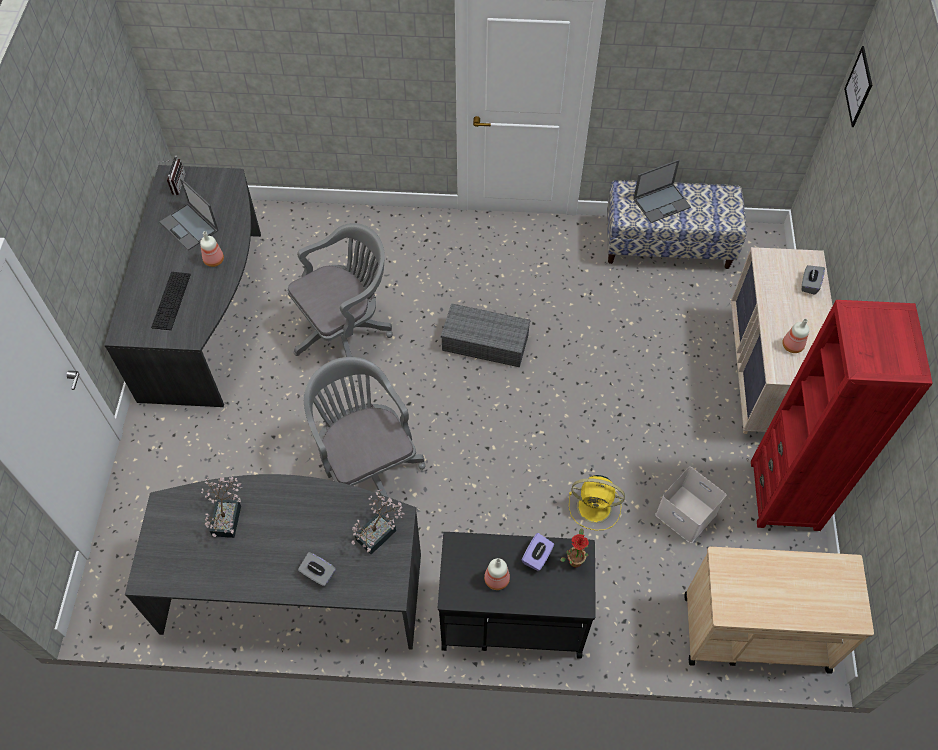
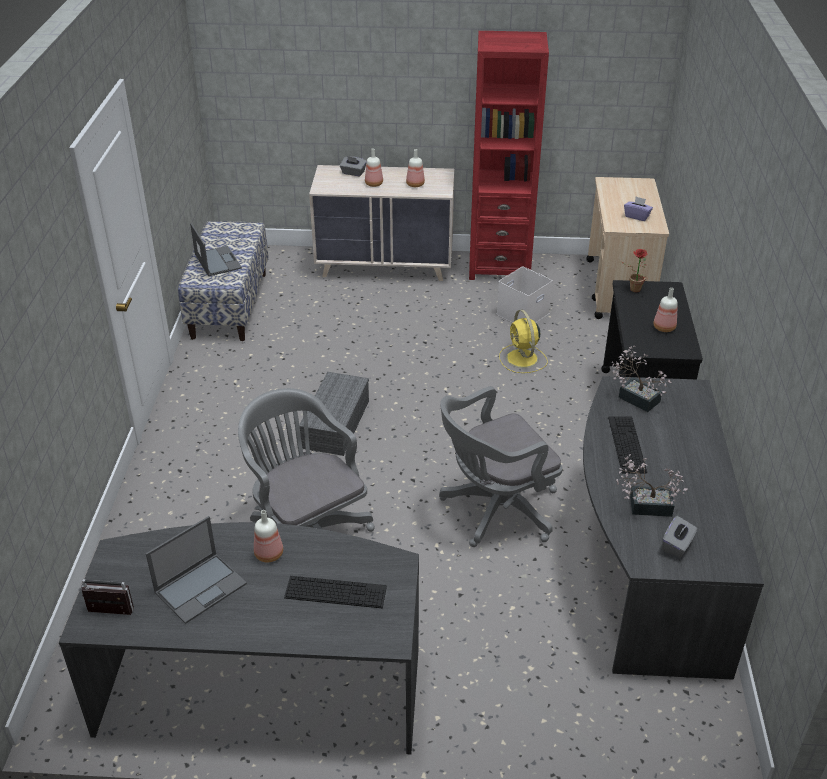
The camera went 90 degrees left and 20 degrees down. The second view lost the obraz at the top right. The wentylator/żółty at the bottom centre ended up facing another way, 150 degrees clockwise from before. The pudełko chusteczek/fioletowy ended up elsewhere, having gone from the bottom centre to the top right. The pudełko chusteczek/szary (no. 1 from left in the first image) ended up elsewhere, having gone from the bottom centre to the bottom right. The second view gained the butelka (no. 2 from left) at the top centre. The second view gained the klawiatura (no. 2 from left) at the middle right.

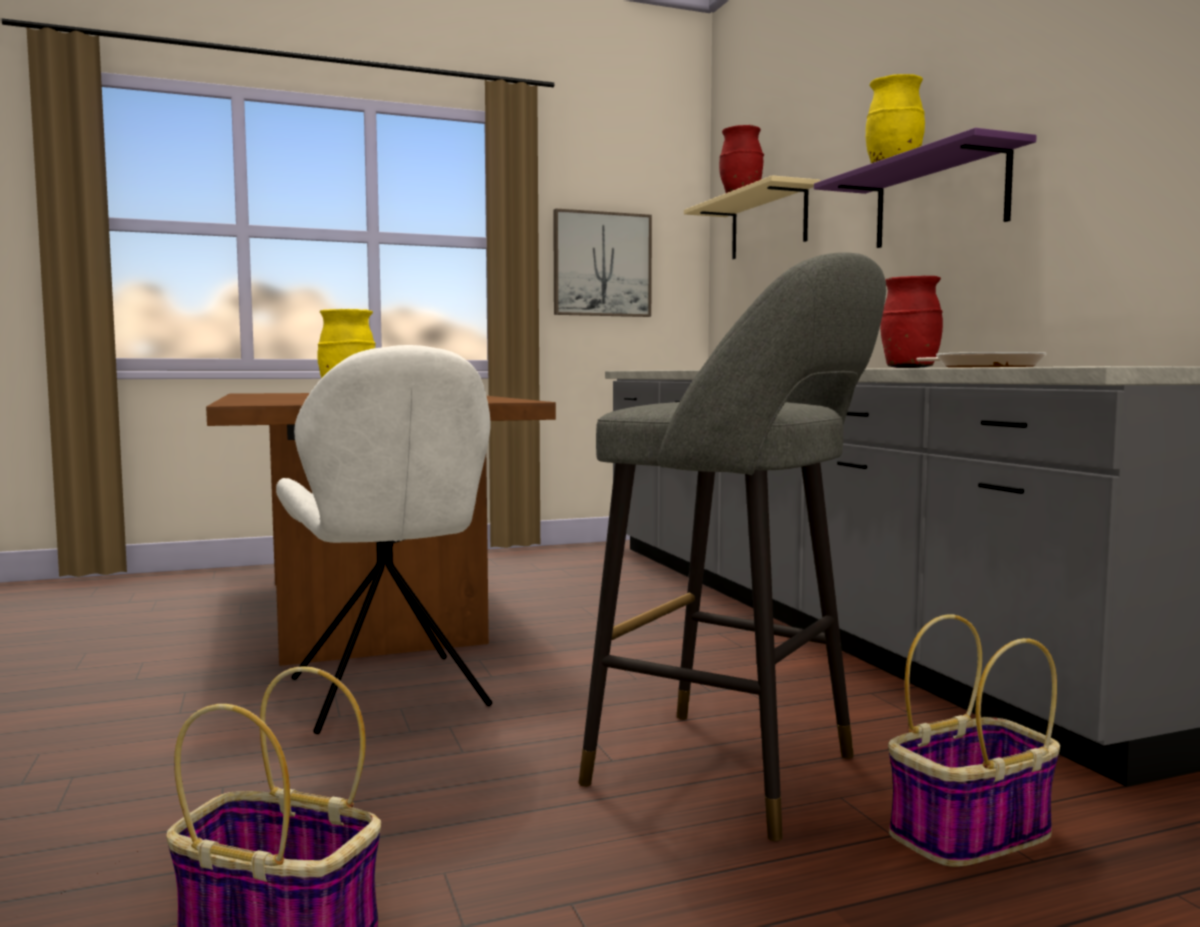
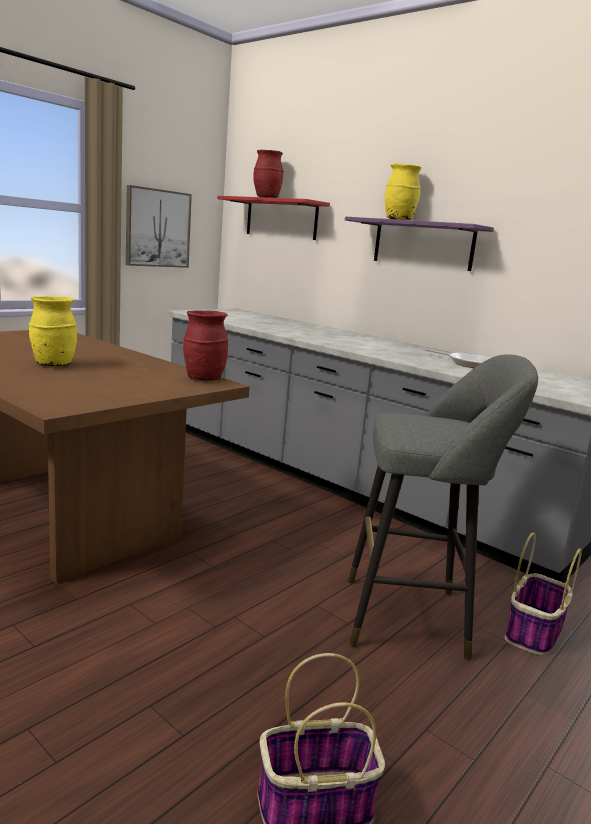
The camera went 30 degrees left and 10 degrees up. What was the półka/beżowy at the top centre turned into the półka/czerwony at the top centre. The wazon/czerwony (no. 2 from left in the first image) ended up elsewhere, having gone from the middle right to the centre. The second view lost the krzesło/biały at the middle left.

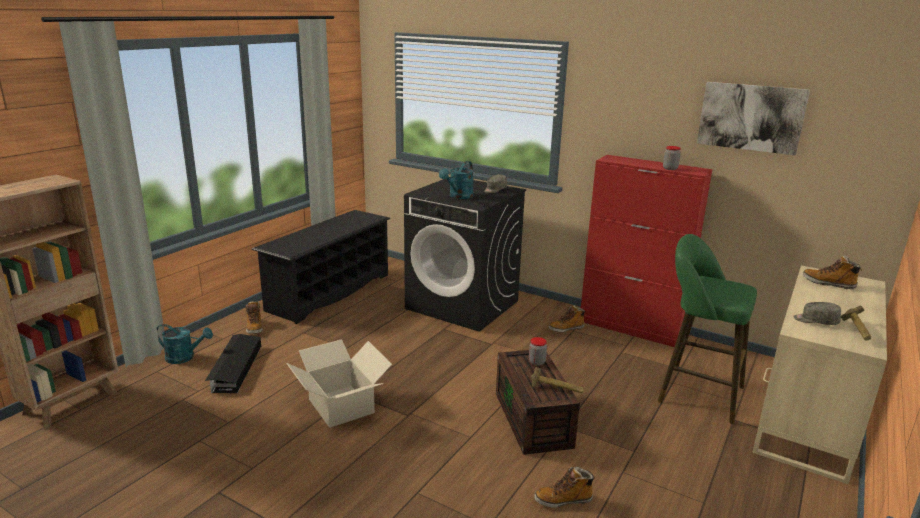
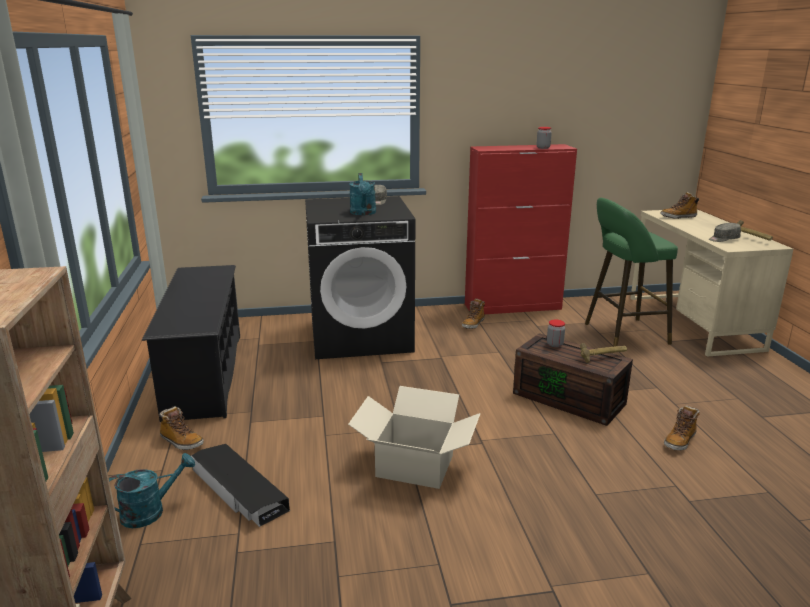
The camera went 40 degrees left and 0 degrees up. The second view lost the obraz at the top right.

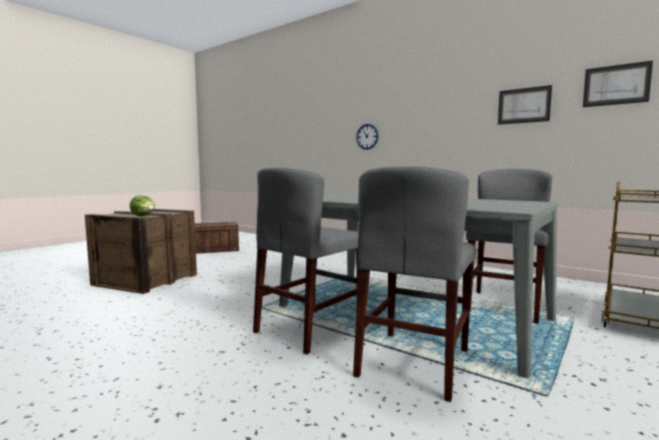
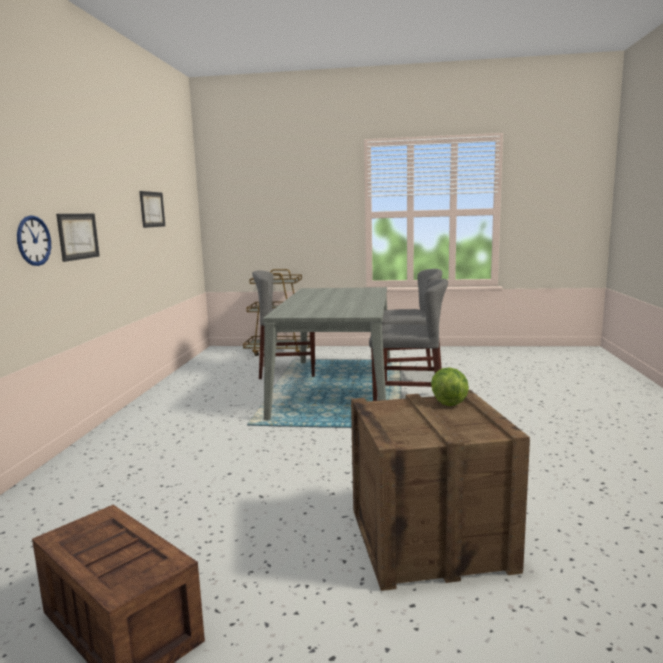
The camera went 120 degrees left and 5 degrees up. The obraz (no. 2 from left in the first image) ended up elsewhere, having gone from the top right to the middle left.

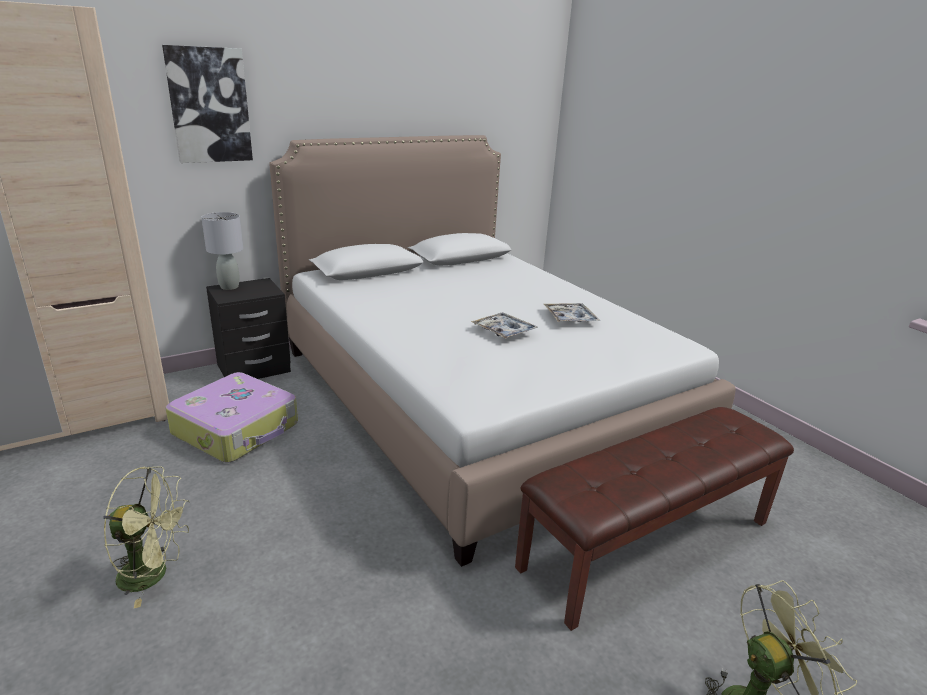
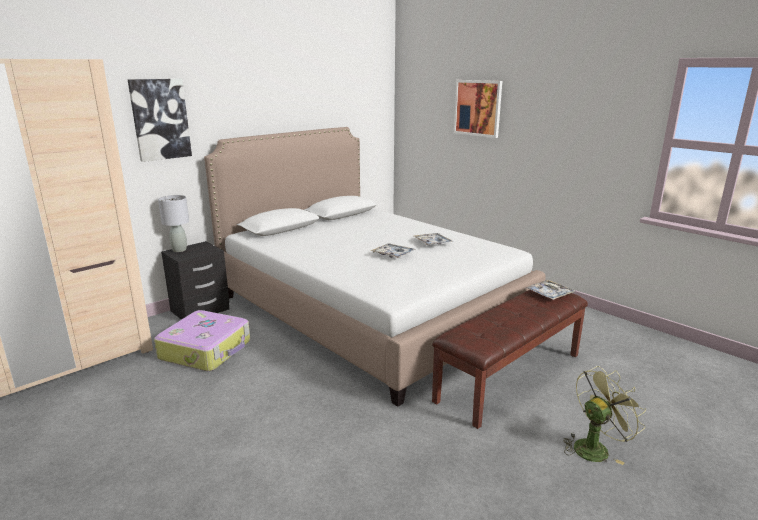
The camera went 10 degrees left and 5 degrees down. The second view lost the wentylator/zielony (no. 1 from left) at the bottom left. The second view gained the obraz (no. 2 from left) at the top centre. The second view gained the taca (no. 3 from left) at the middle right.

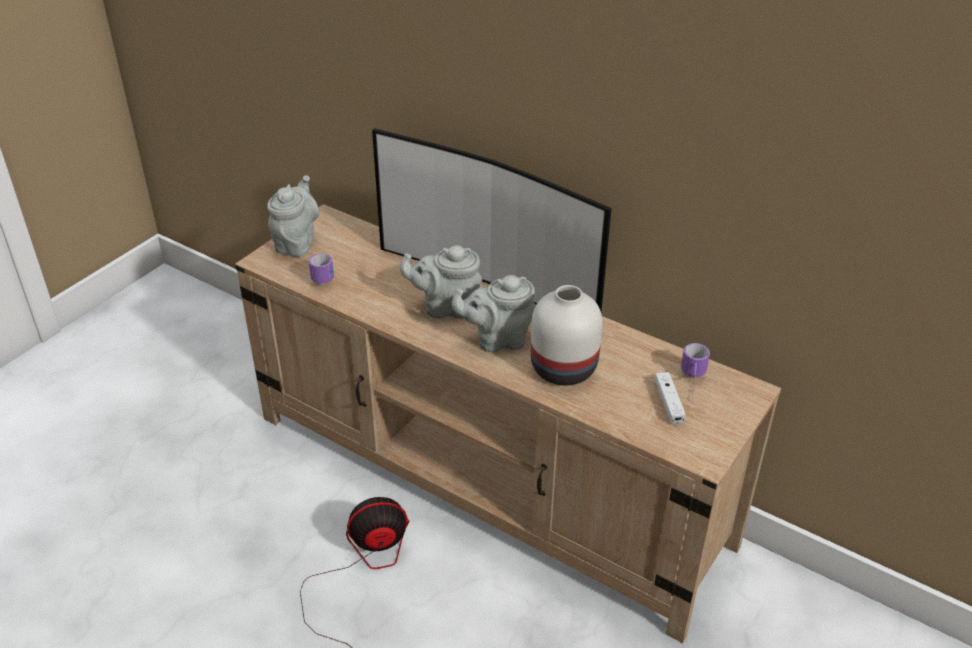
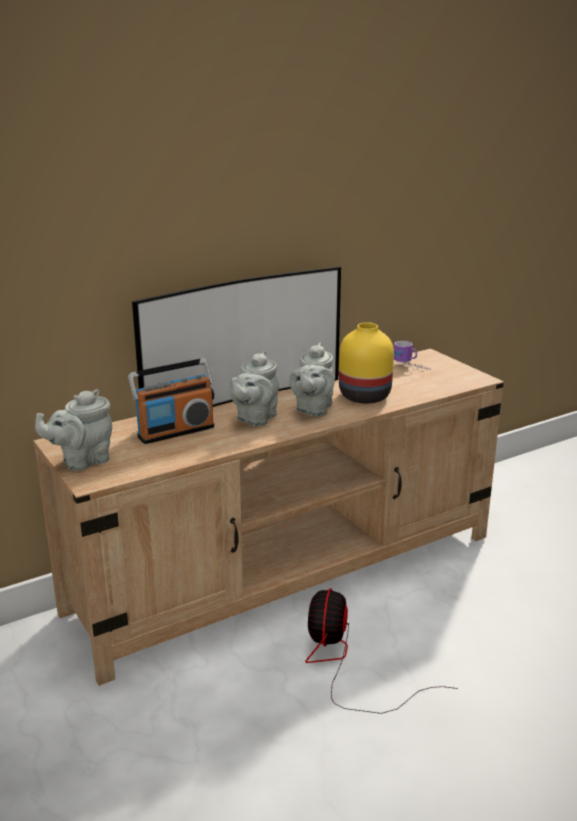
The camera went 65 degrees left and 15 degrees down. The imbryk/szary (no. 1 from left) at the middle left ended up facing another way, 75 degrees counterclockwise from before. The second view lost the kubek (no. 1 from left) at the middle left. What was the wazon/biały at the centre turned into the wazon/żółty at the centre. The second view lost the pad do gier/biały at the middle right. The second view gained the radio at the middle left.

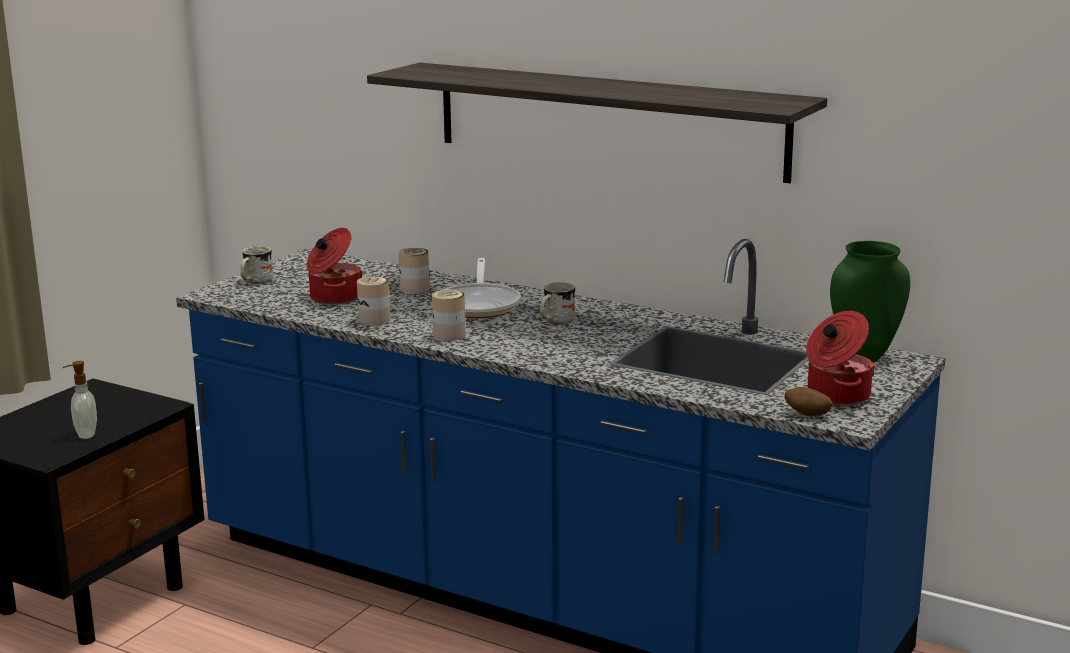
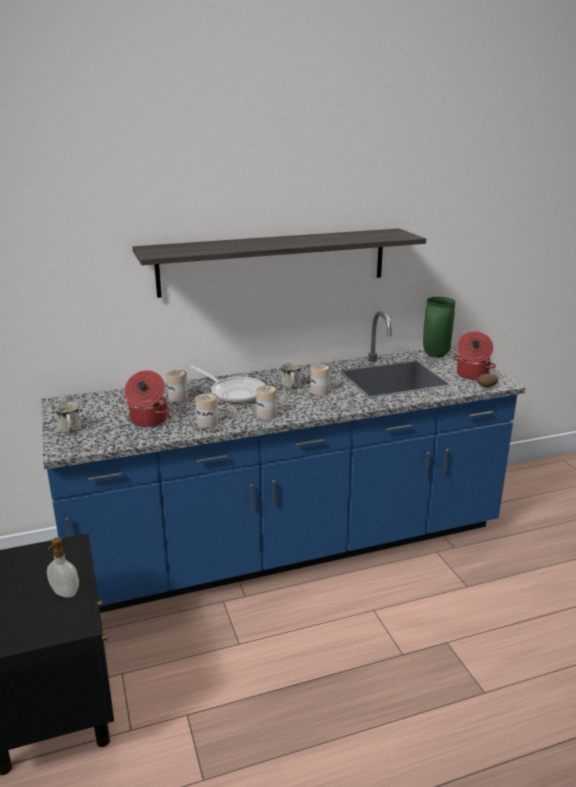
The camera went 50 degrees left and 5 degrees up. The second view gained the puszka (no. 4 from left) at the centre.

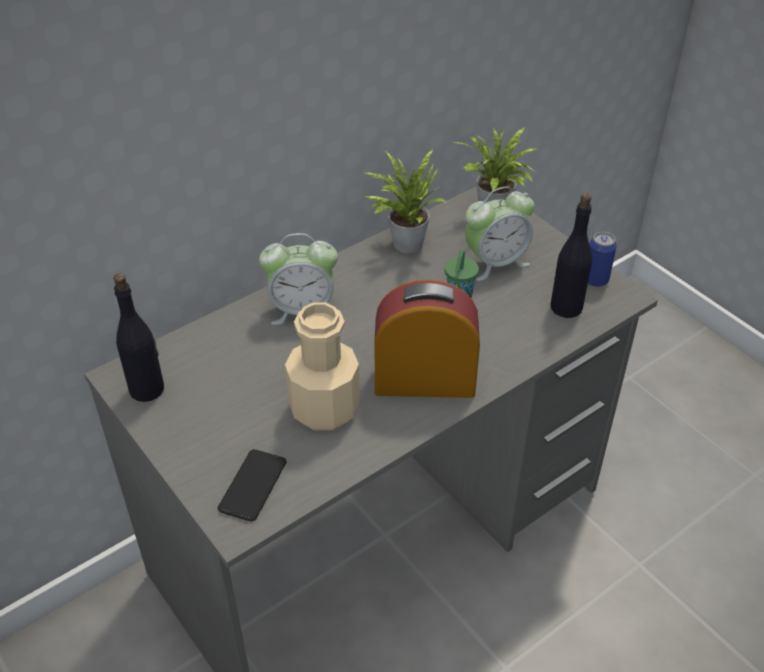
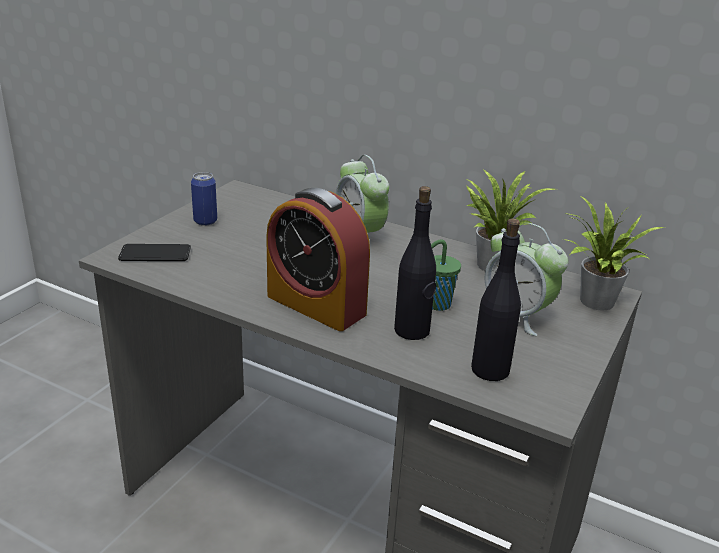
The camera went 65 degrees right and 15 degrees down. The puszka ended up elsewhere, having gone from the middle right to the middle left. The butelka/czarny (no. 1 from left) ended up elsewhere, having gone from the middle left to the centre. The budzik (no. 2 from left in the first image) at the centre ended up facing another way, 150 degrees clockwise from before. The second view lost the butelka/beżowy at the centre.

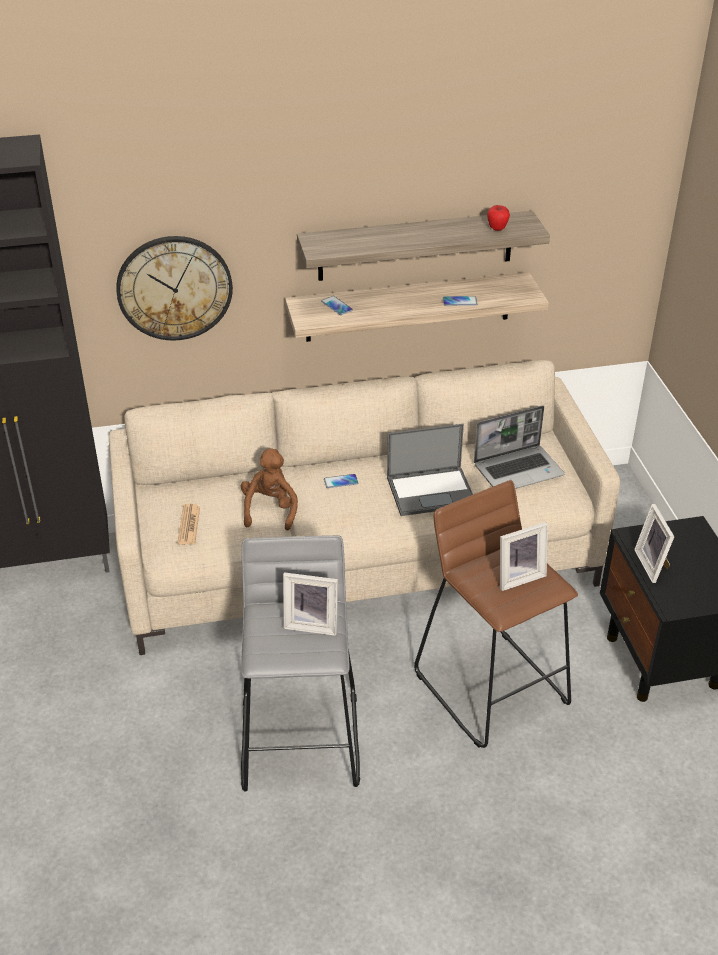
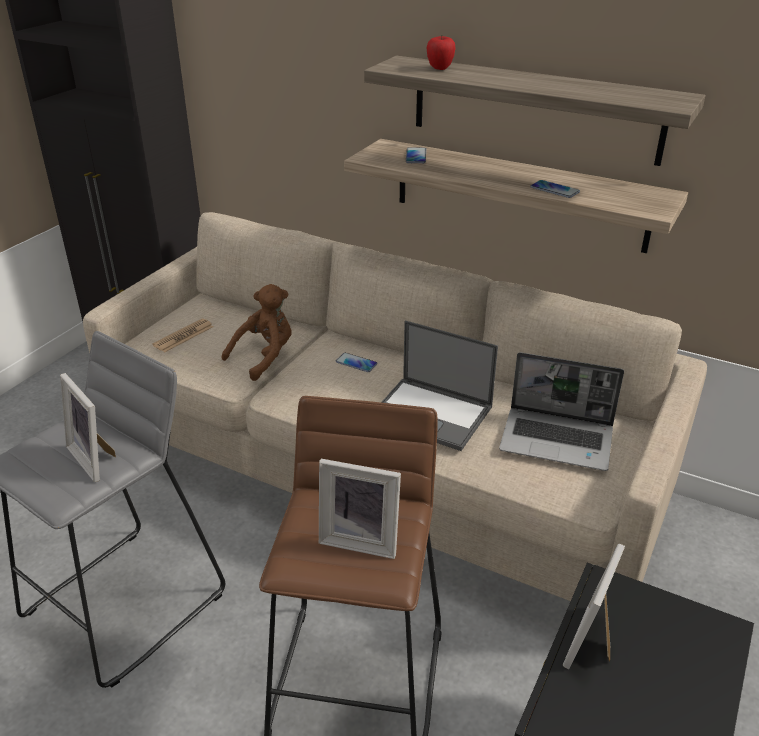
The camera went 40 degrees right and 5 degrees down. The jabłko ended up elsewhere, having gone from the top right to the top centre. The second view lost the zegar ścienny at the top left.

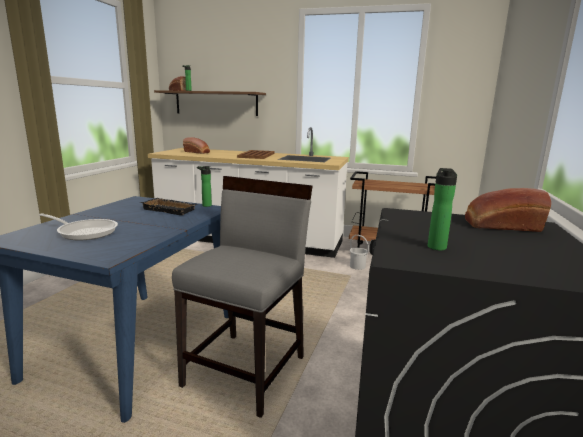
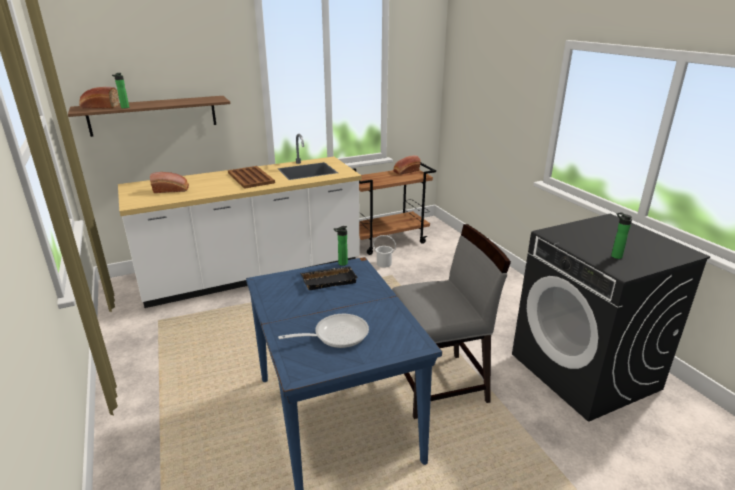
The camera went 40 degrees left and 10 degrees up. The krzesło/szary at the bottom centre ended up facing another way, 90 degrees clockwise from before. The chleb (no. 3 from left) ended up elsewhere, having gone from the middle right to the centre.

